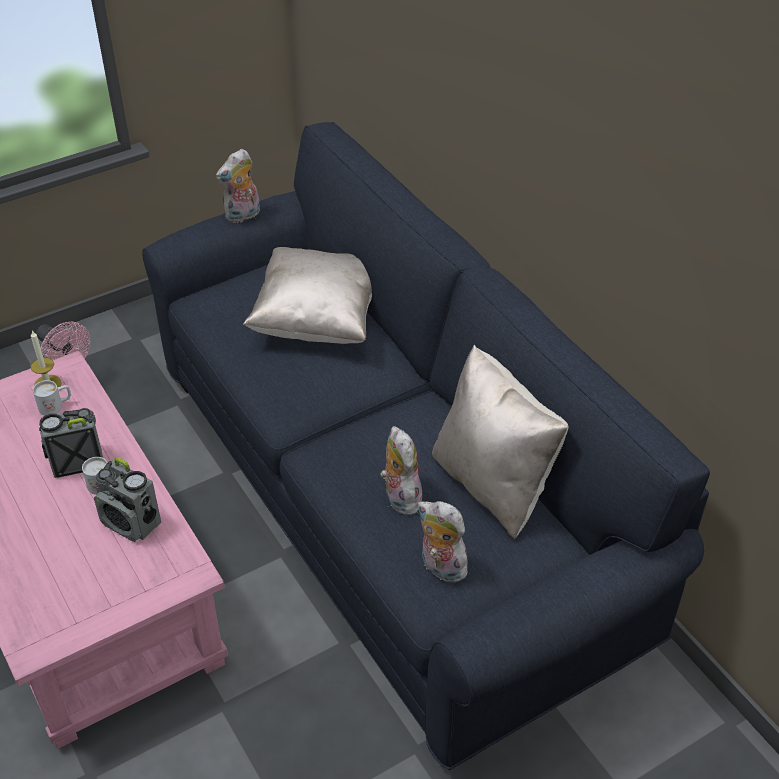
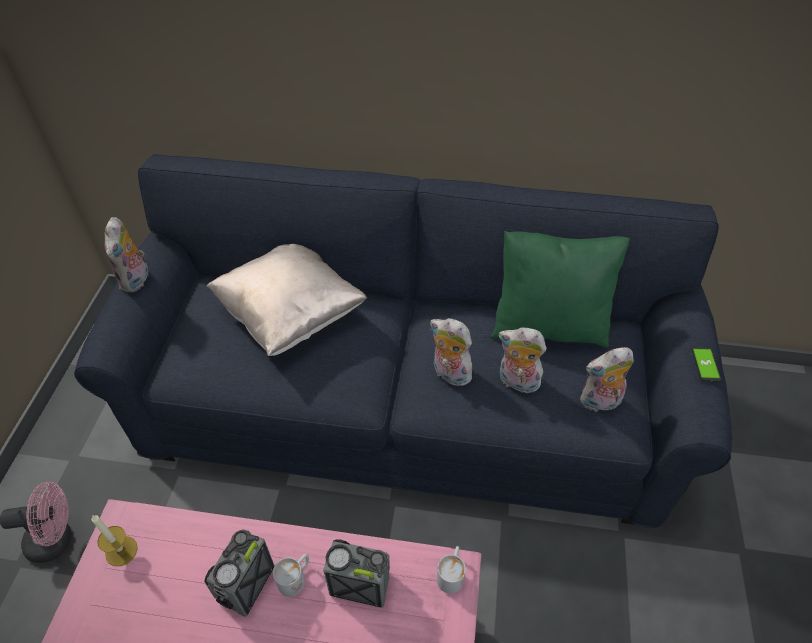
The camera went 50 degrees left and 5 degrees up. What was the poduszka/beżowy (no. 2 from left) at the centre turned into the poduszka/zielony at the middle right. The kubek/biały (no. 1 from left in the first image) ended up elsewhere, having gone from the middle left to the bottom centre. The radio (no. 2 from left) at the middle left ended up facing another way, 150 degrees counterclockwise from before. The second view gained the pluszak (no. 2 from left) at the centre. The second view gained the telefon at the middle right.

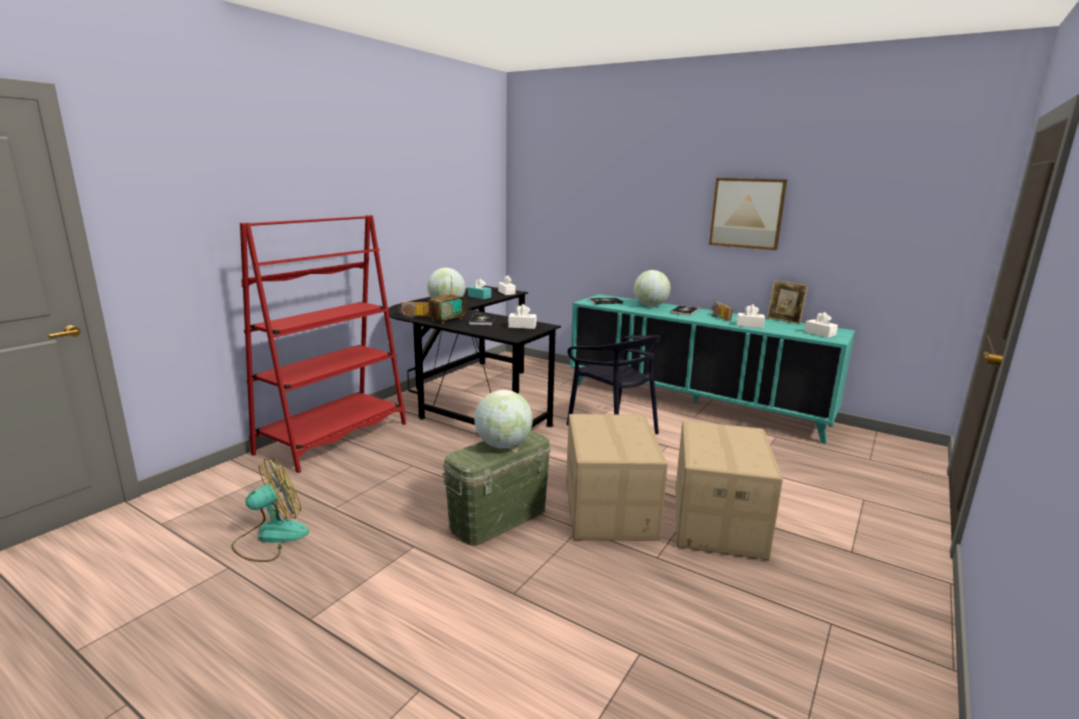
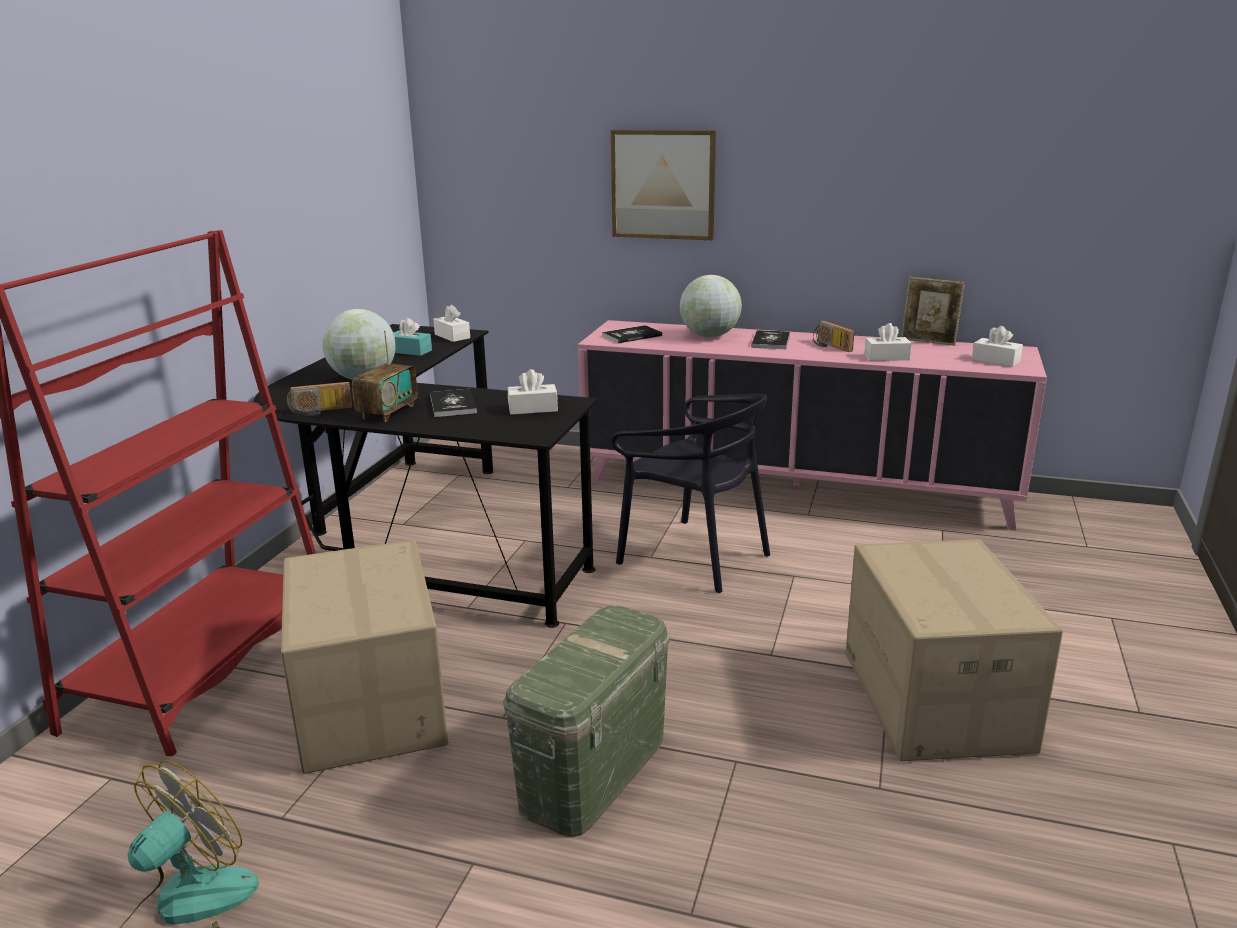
The camera went 15 degrees left and 5 degrees up. The obraz ended up elsewhere, having gone from the top right to the top centre. What was the szafka/turkusowy at the centre turned into the szafka/różowy at the centre. The second view lost the globus (no. 2 from left) at the centre. The karton (no. 1 from left) ended up elsewhere, having gone from the centre to the bottom left.

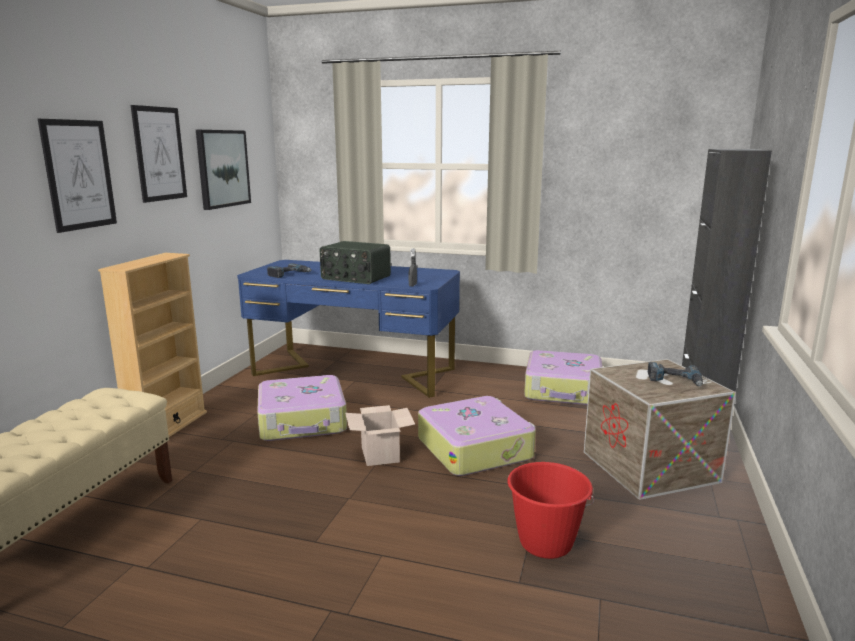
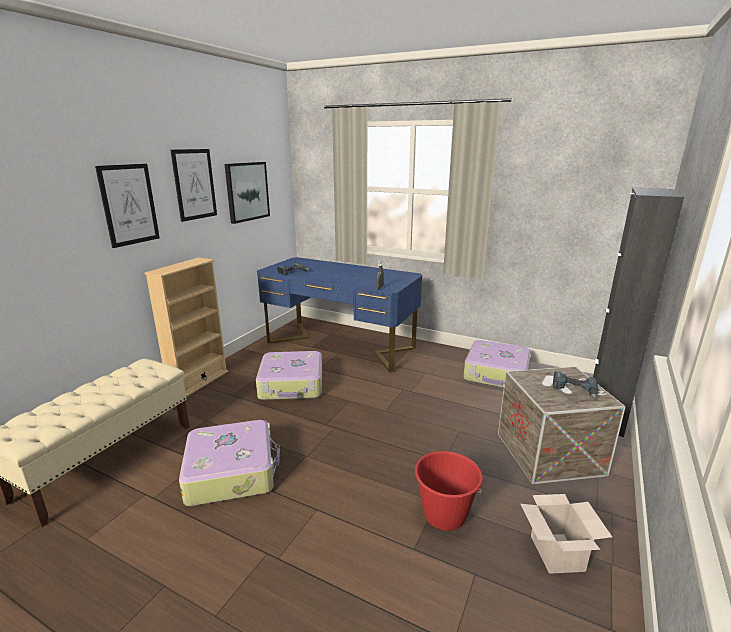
The camera went 10 degrees right and 5 degrees up. The second view lost the radio at the centre. The walizka (no. 2 from left in the first image) ended up elsewhere, having gone from the bottom centre to the bottom left. The karton ended up elsewhere, having gone from the bottom centre to the bottom right.

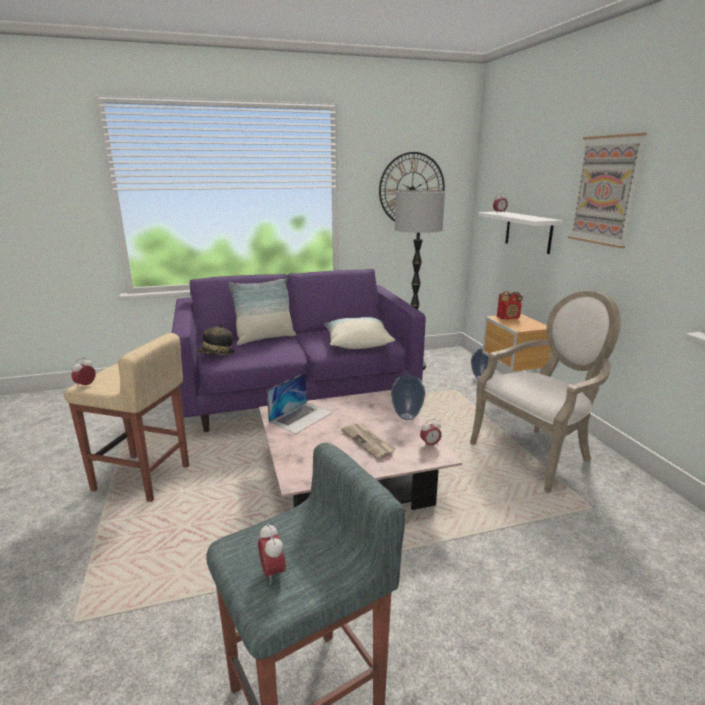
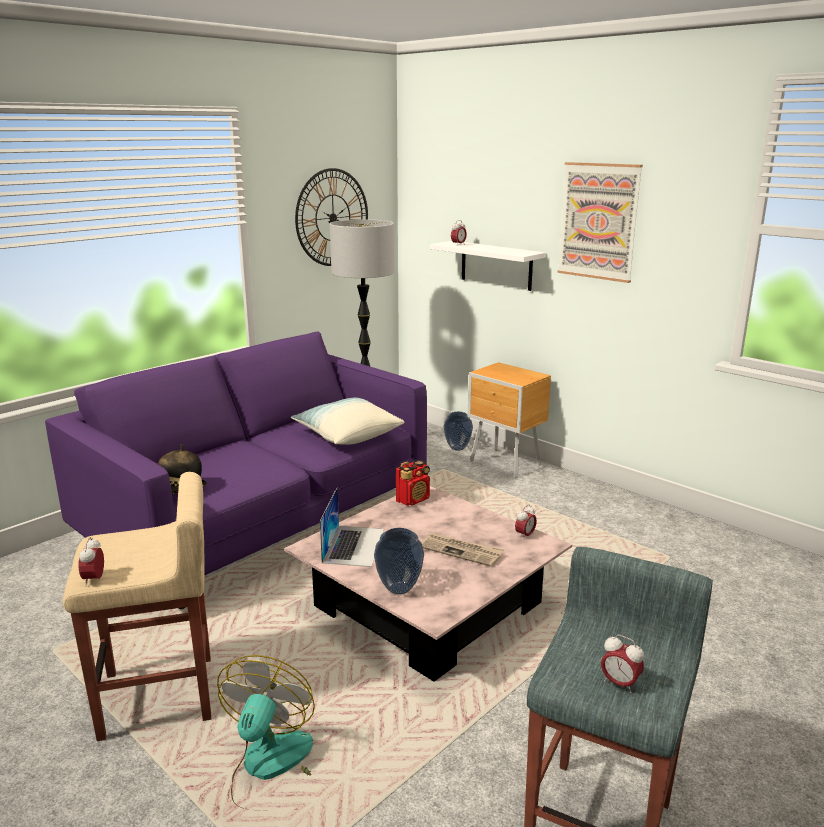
The camera went 30 degrees left and 0 degrees up. The second view lost the poduszka (no. 1 from left) at the centre. The second view lost the fotel at the middle right. The radio ended up elsewhere, having gone from the middle right to the centre. The wazon (no. 1 from left) ended up elsewhere, having gone from the centre to the bottom centre. The second view gained the wentylator at the bottom left.

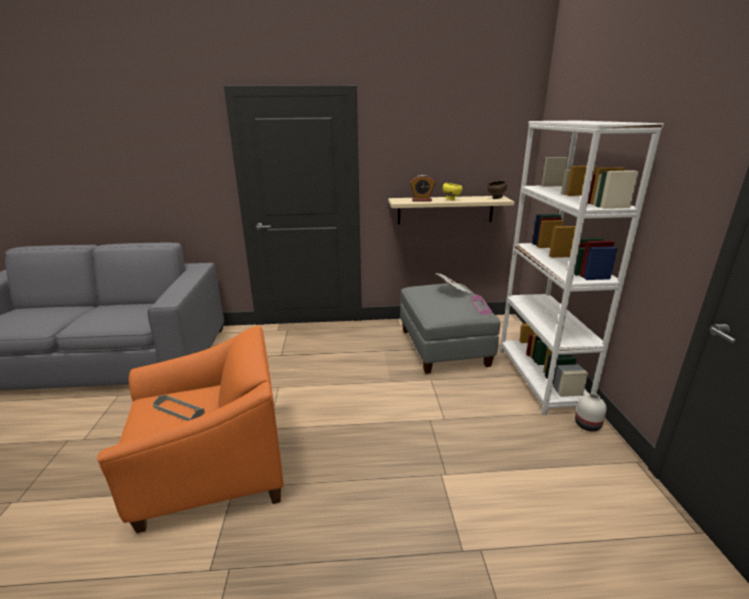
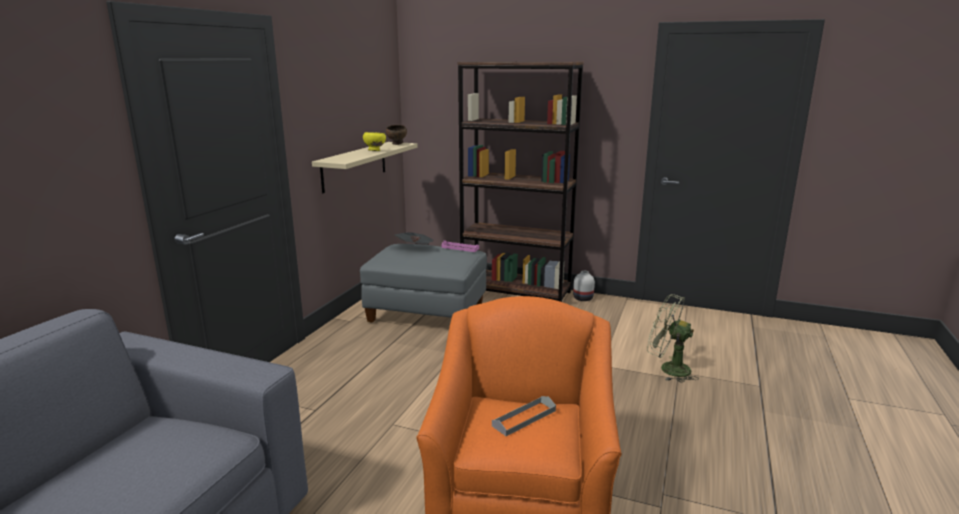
The camera went 65 degrees left and 5 degrees down. What was the regał/biały at the middle right turned into the regał/brązowy at the centre. The second view lost the budzik at the top centre. The second view gained the wentylator/zielony at the middle right.

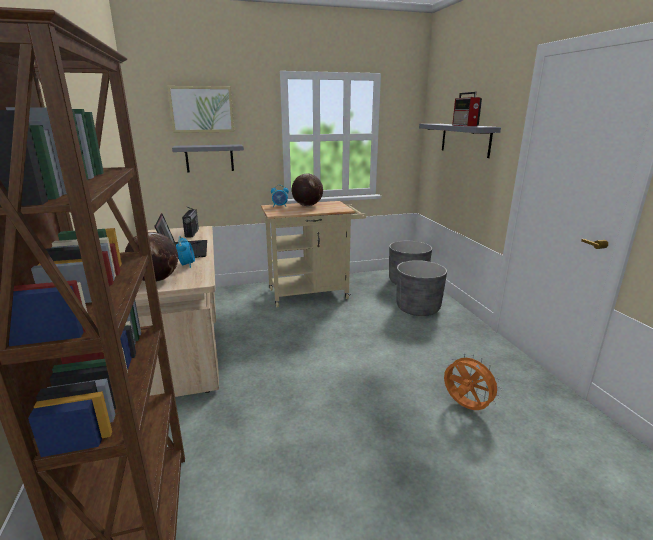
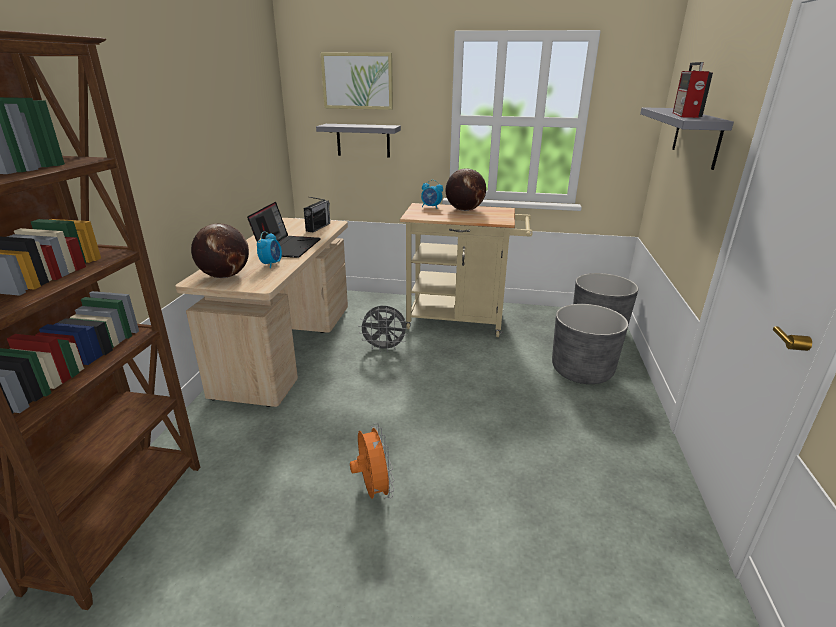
The camera went 25 degrees right and 5 degrees up. The wentylator/pomarańczowy ended up elsewhere, having gone from the bottom right to the bottom centre. The second view gained the wentylator/szary at the centre.

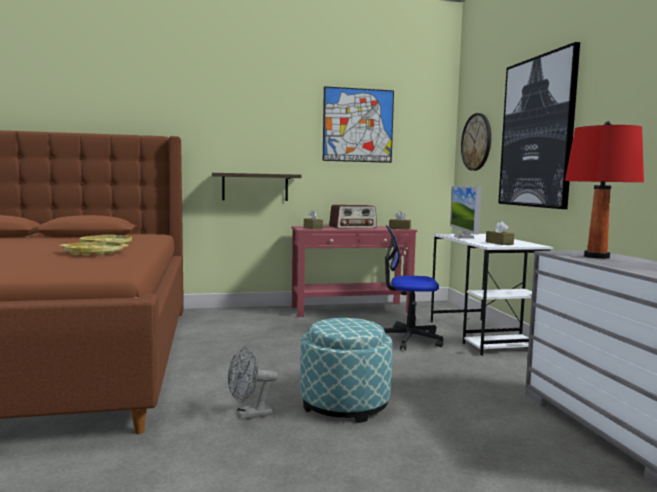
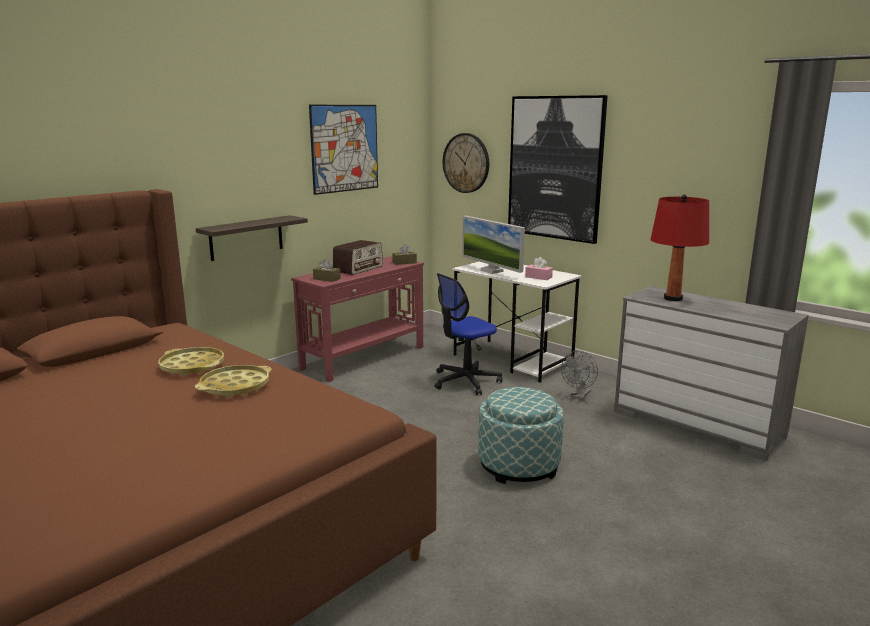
The camera went 35 degrees left and 10 degrees up. What was the pudełko chusteczek/brązowy (no. 3 from left) at the middle right turned into the pudełko chusteczek/różowy at the centre. The wentylator/szary ended up elsewhere, having gone from the bottom centre to the centre.

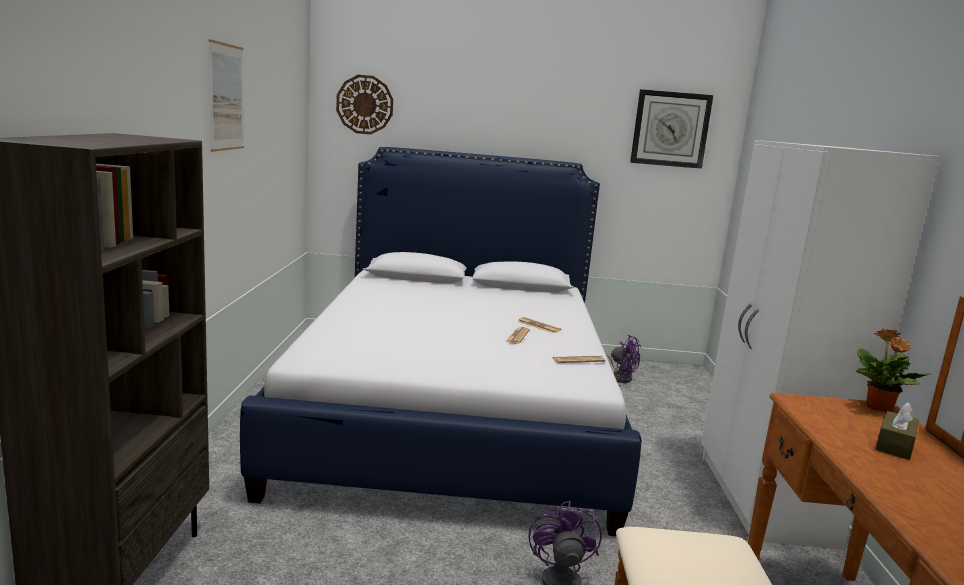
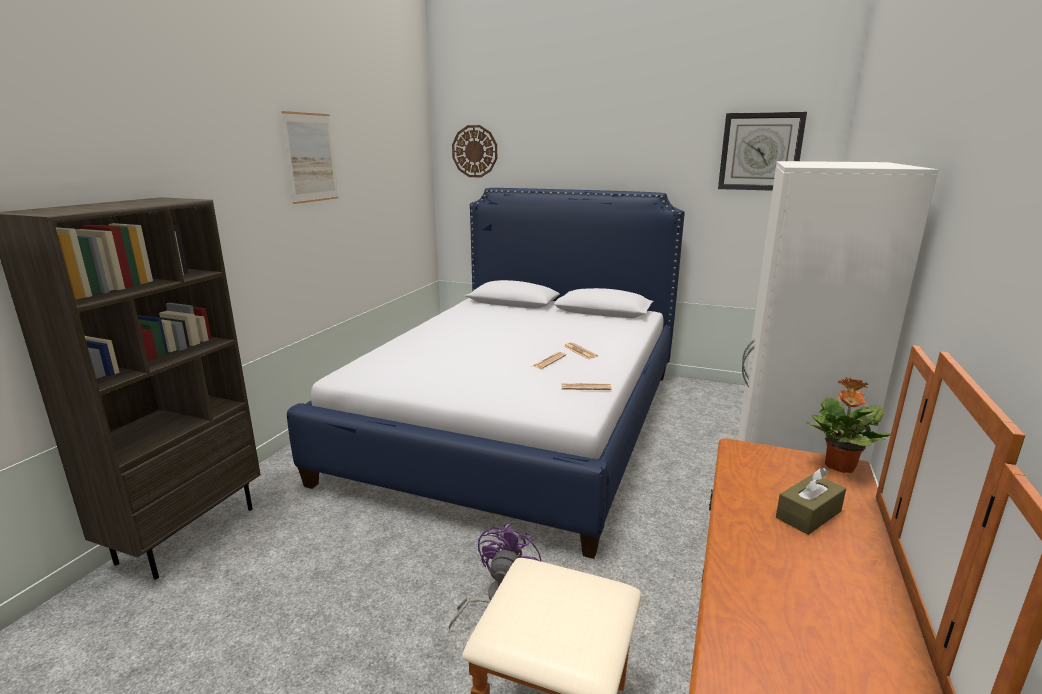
The camera went 20 degrees right and 5 degrees up. The second view lost the wentylator/fioletowy (no. 2 from left) at the centre.

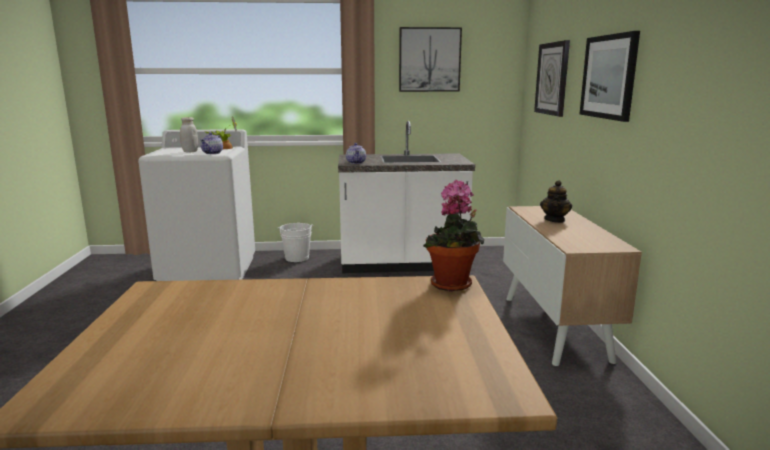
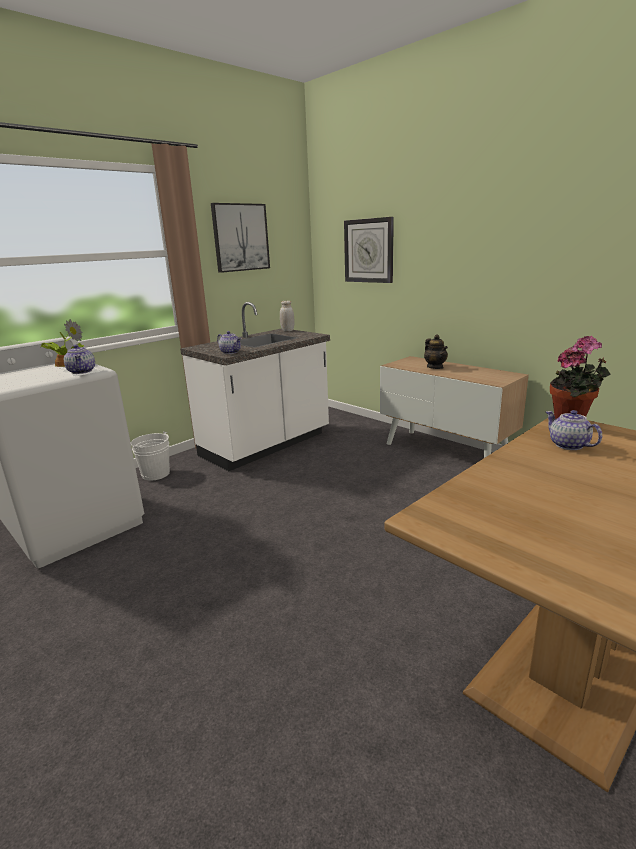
The camera went 40 degrees left and 5 degrees up. The second view lost the obraz (no. 2 from left) at the top right. The słoik/biały ended up elsewhere, having gone from the top left to the centre. The second view gained the imbryk (no. 4 from left) at the middle right.

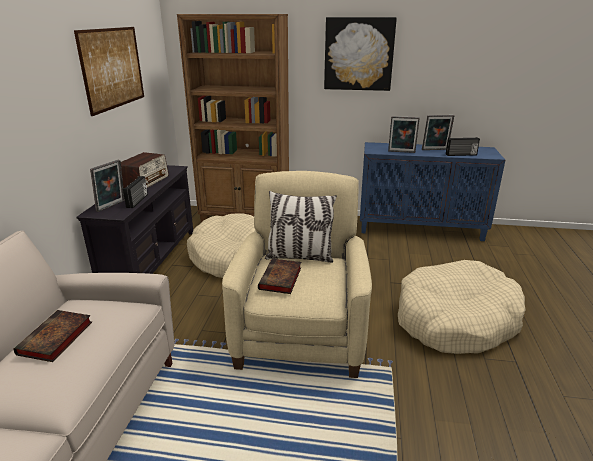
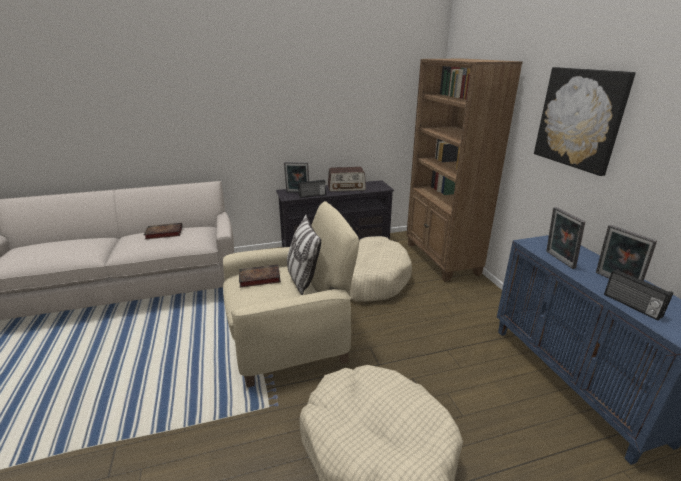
The camera went 65 degrees right and 0 degrees up. The second view lost the obraz (no. 1 from left) at the top left.

